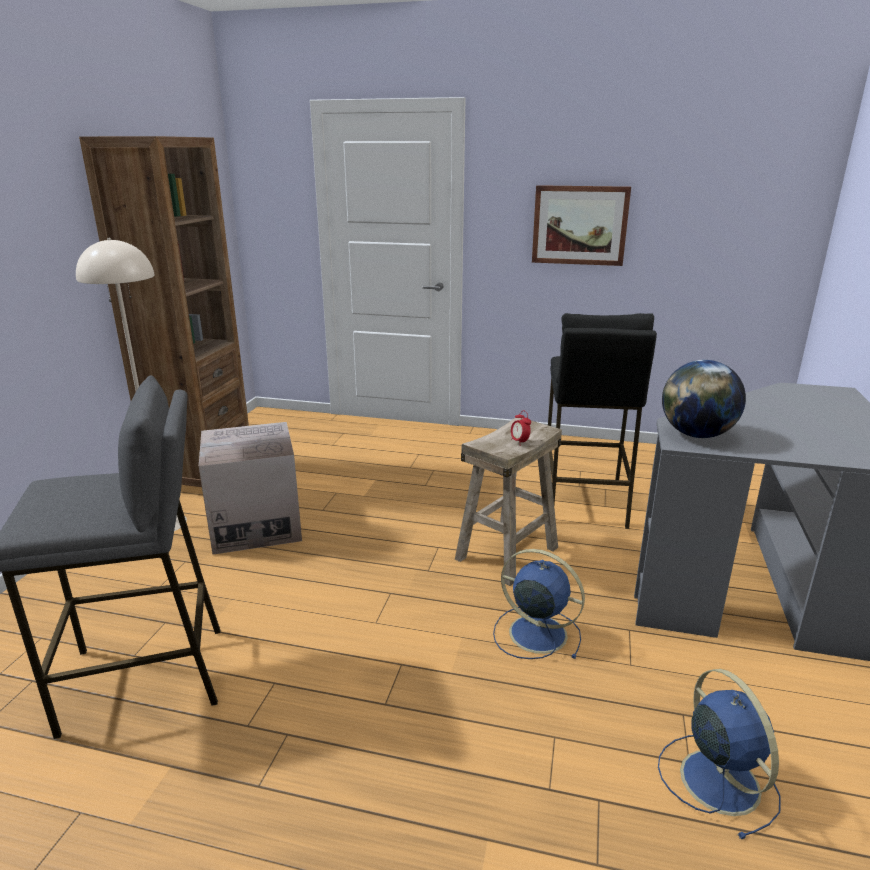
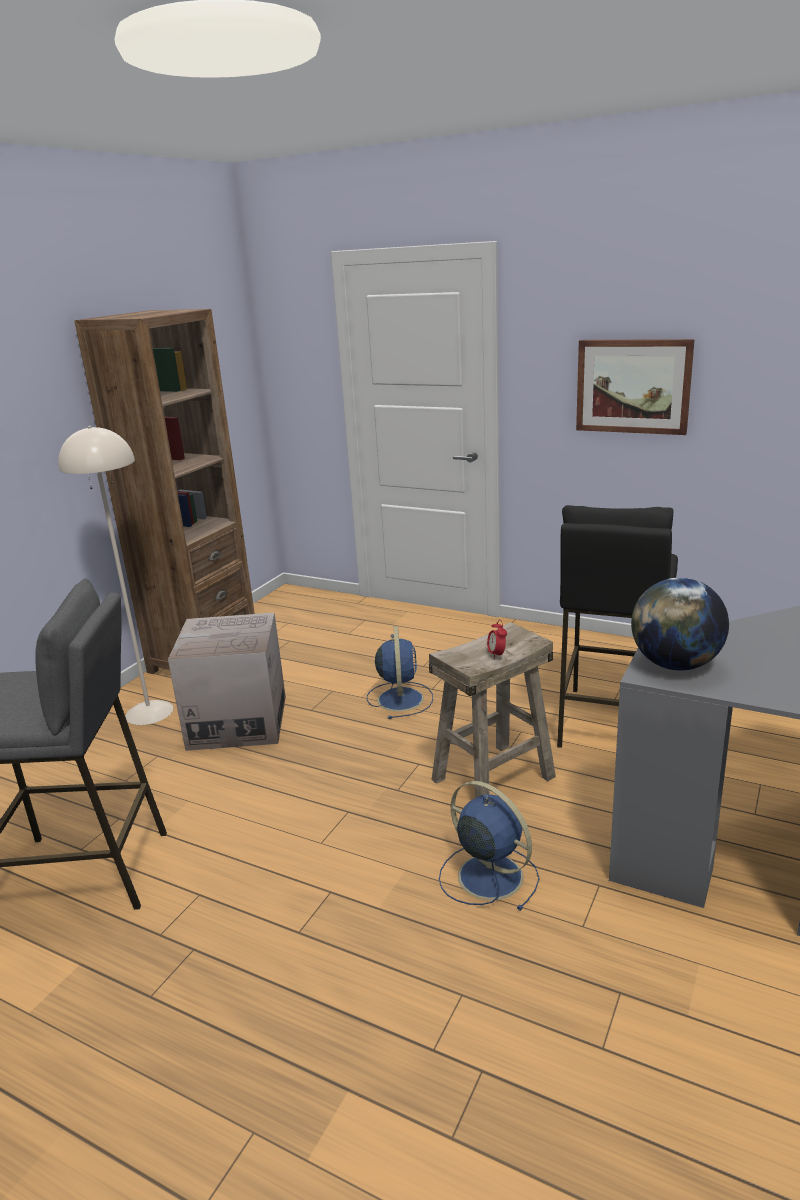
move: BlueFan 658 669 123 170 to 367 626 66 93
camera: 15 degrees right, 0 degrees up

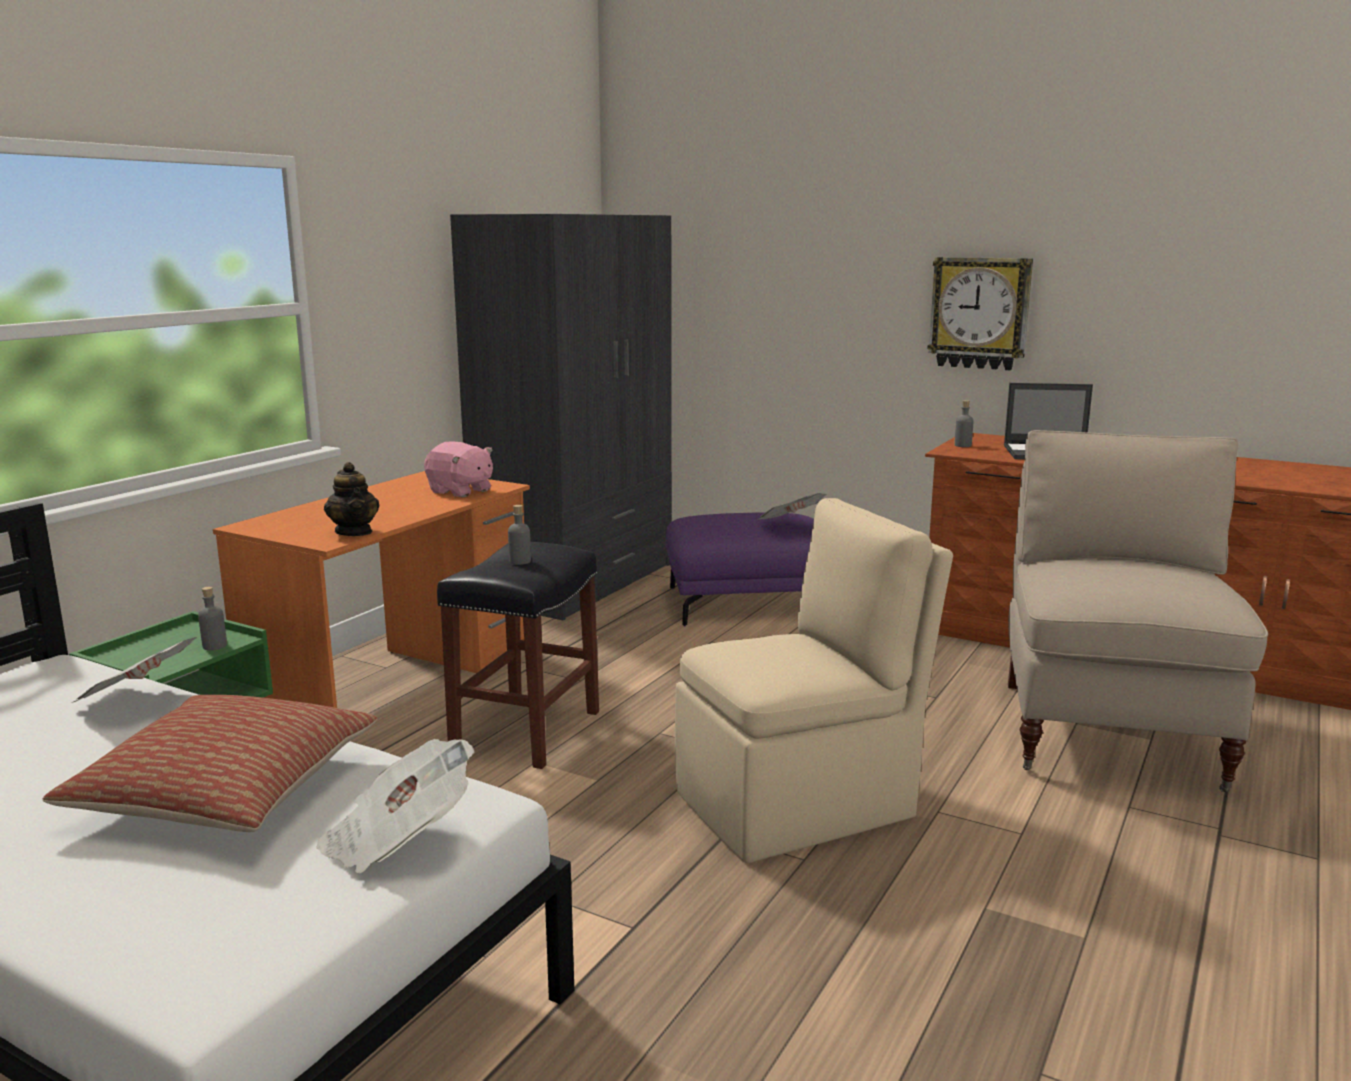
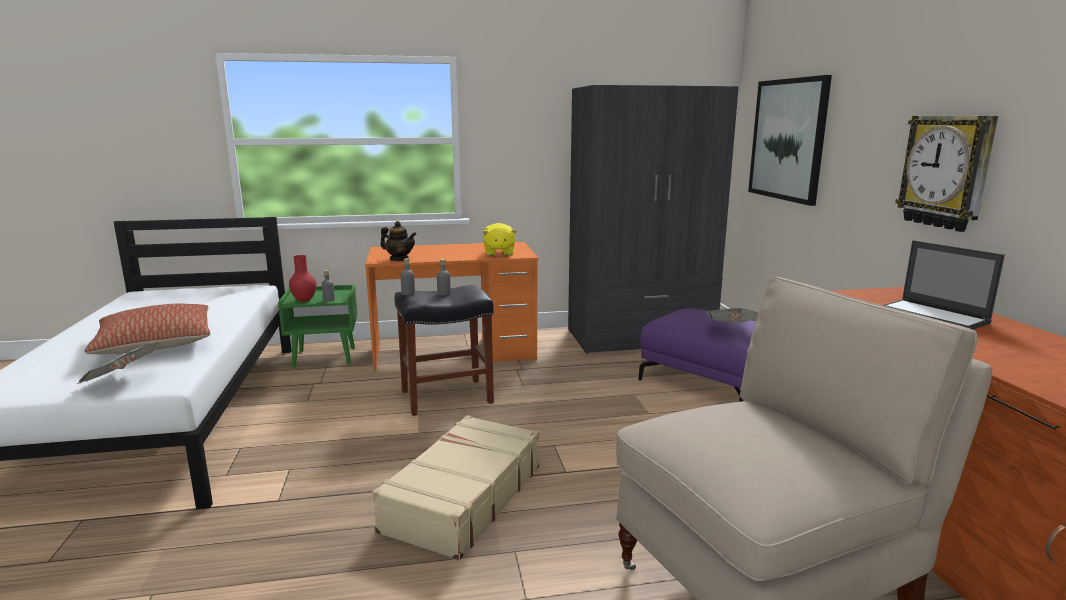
delete: Newspaper 73 637 124 65
insert: RedVase 289 255 27 47; Picture 748 75 84 131
move: GreyBottle 954 400 20 47 to 401 258 14 37
replace: BeigeChair 675 498 278 365 to BeigeSuitcase 372 415 167 145
recolor: PinkPlushToy 424 442 69 55 to YellowPlushToy 482 223 35 33
rotate: Teapot 324 462 56 74 = 380 221 36 40 90 degrees counterclockwise
camera: 50 degrees right, 0 degrees up

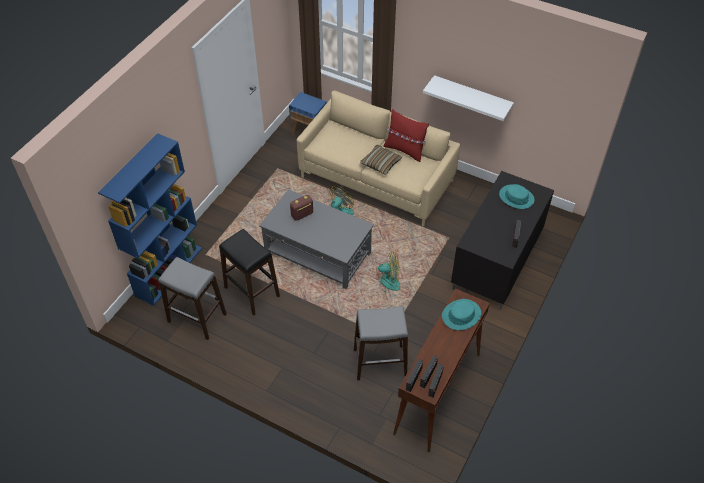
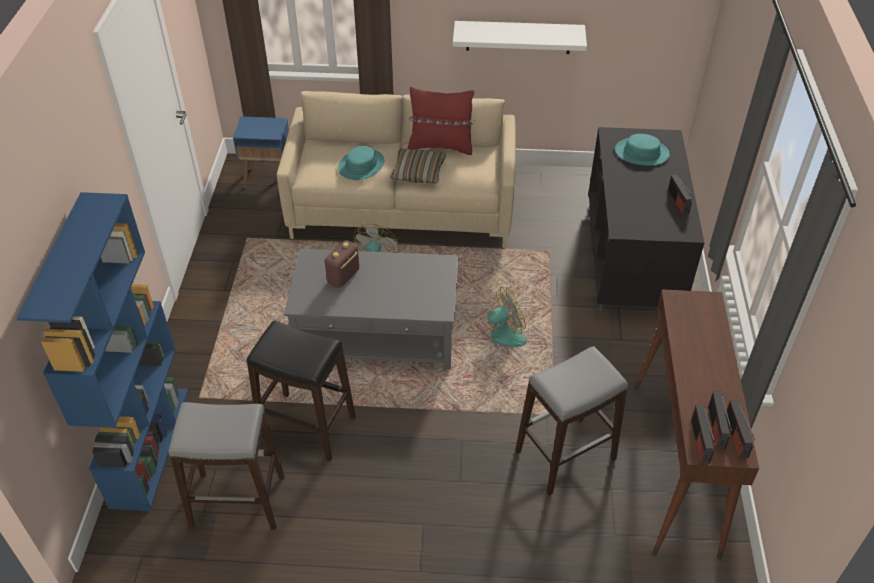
move: TurquoiseHat 442 299 39 31 to 338 146 47 34
camera: 25 degrees left, 5 degrees down

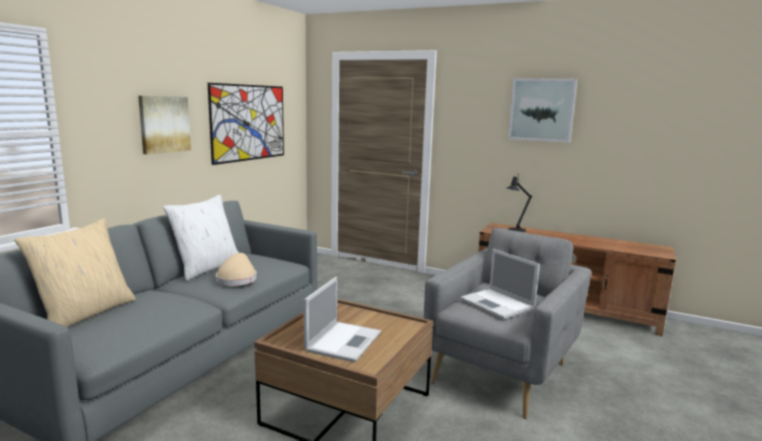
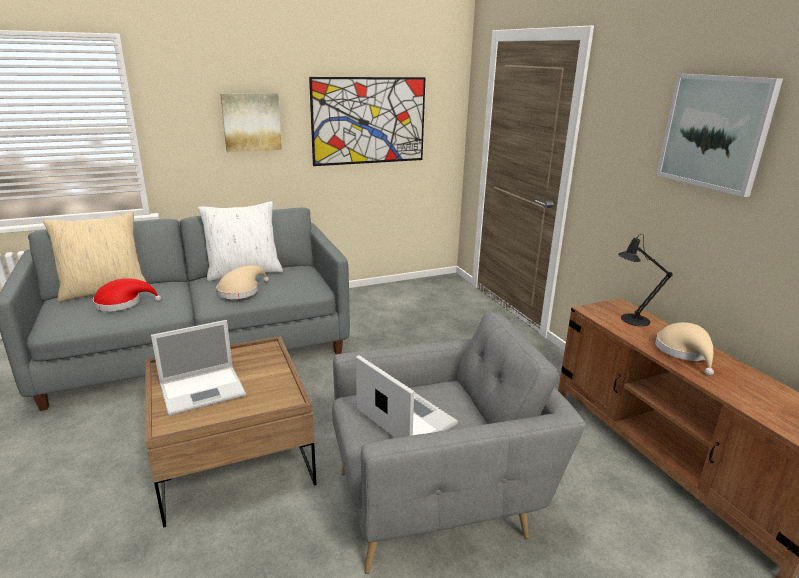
insert: RedHat 93 278 68 33; BeigeHat 655 322 59 54
rotate: Laptop 460 249 80 70 = 356 355 102 83 135 degrees clockwise
camera: 40 degrees right, 10 degrees up

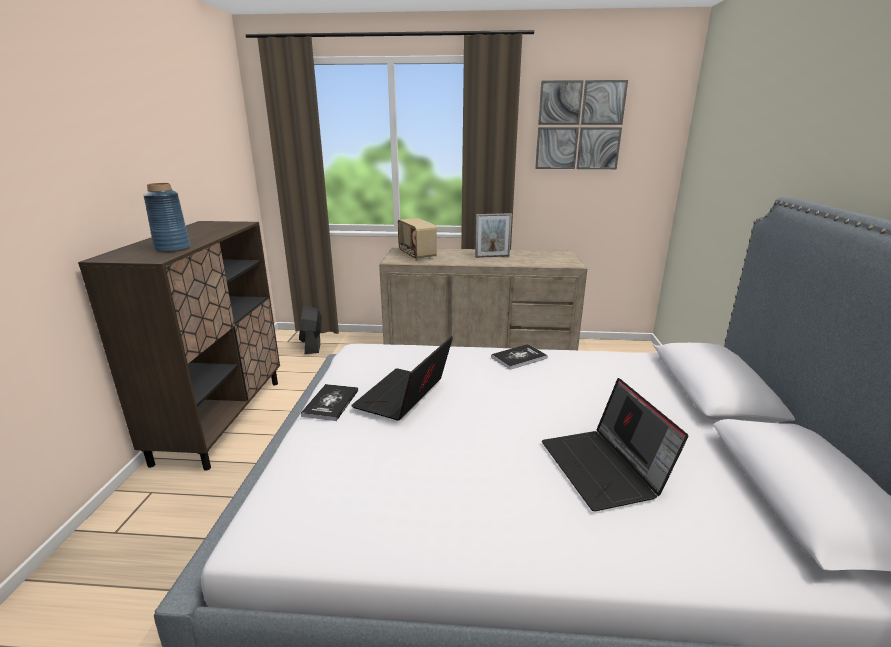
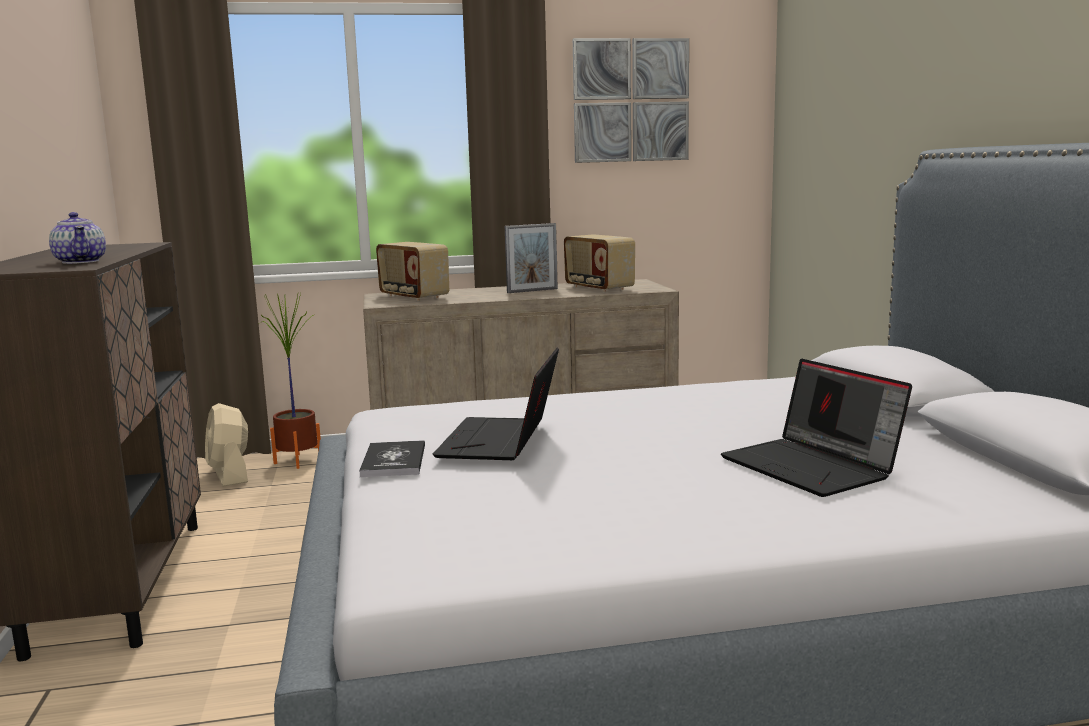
delete: Book 491 344 57 26
insert: PottedPlant 260 293 61 176; Radio 564 234 71 58
replace: BlueVase 143 183 48 70 to Teapot 49 212 57 52
recolor: BlackFan 299 305 23 49 to BeigeFan 205 403 43 84
camera: 15 degrees left, 10 degrees down

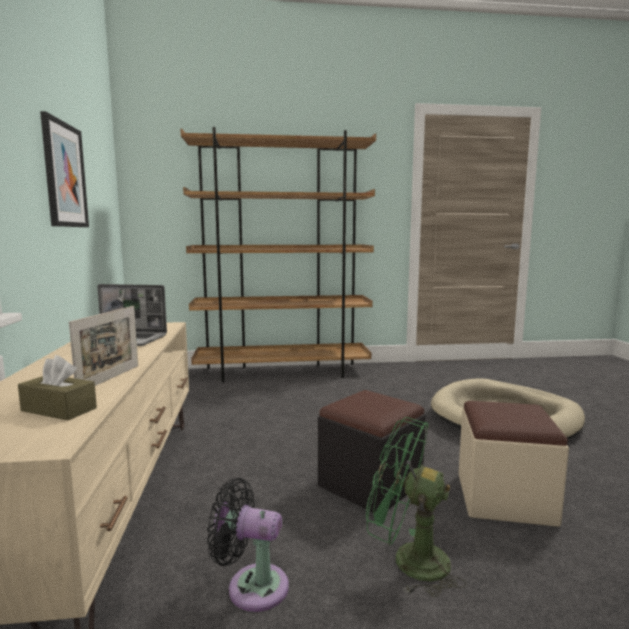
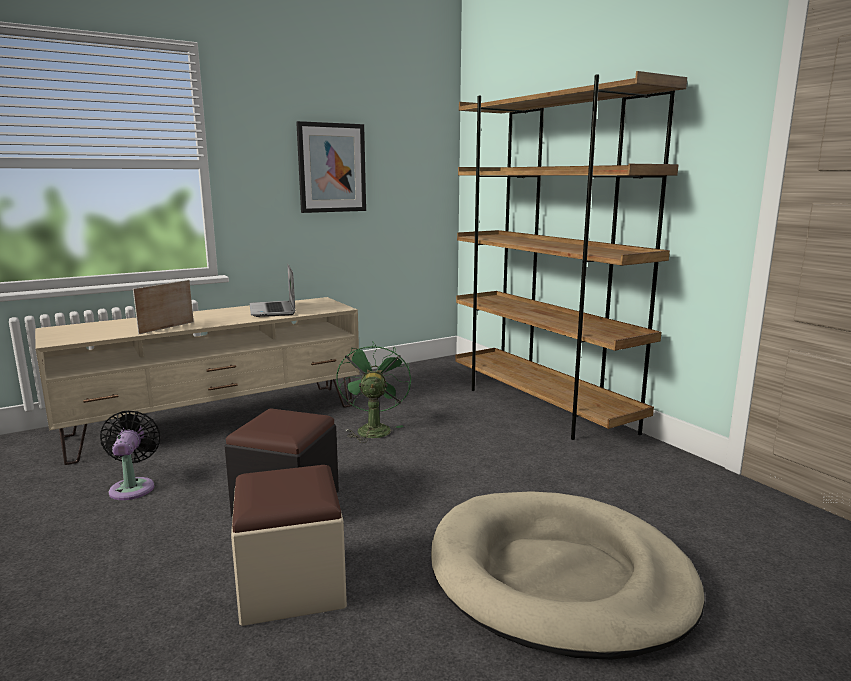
delete: BrownTissueBox 18 355 79 65
move: GreenFan 366 417 100 181 to 336 341 75 102
rotate: PictureFrame 69 306 69 80 = 133 280 61 54 135 degrees clockwise
camera: 65 degrees right, 5 degrees up

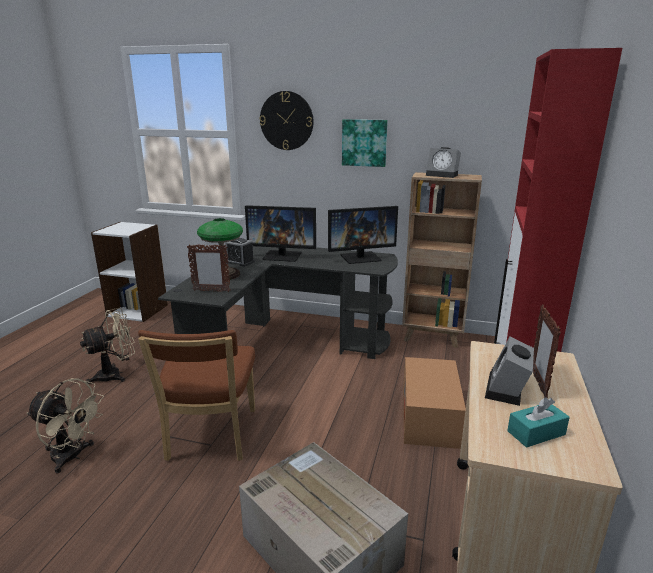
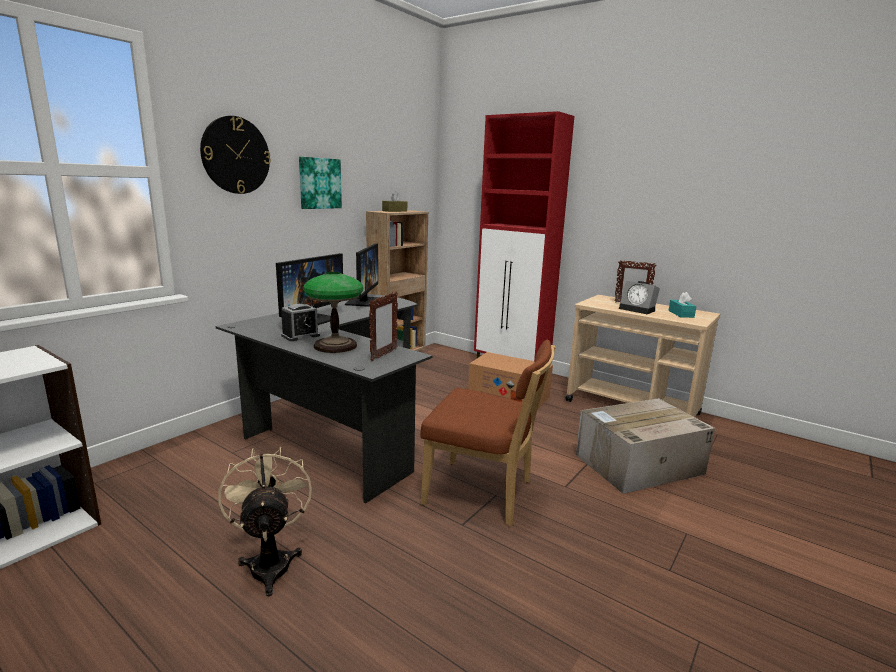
delete: BeigeFan 27 378 77 96
replace: AlarmClock 426 147 35 31 to BrownTissueBox 382 191 25 21
camera: 70 degrees left, 5 degrees down

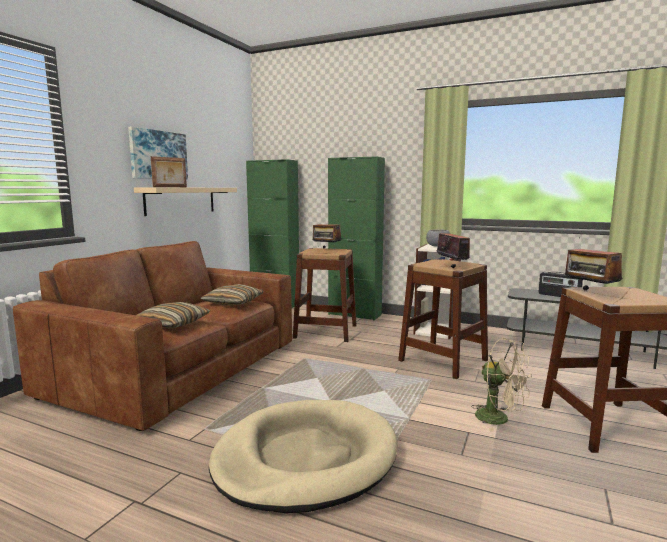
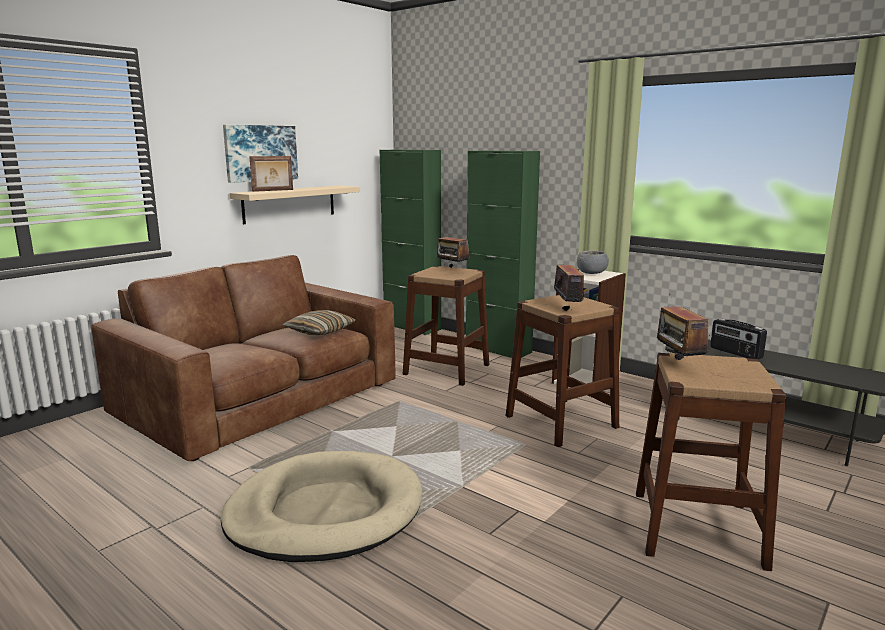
delete: Pillow 136 302 74 26; BeigeFan 471 338 61 94
camera: 15 degrees right, 5 degrees up

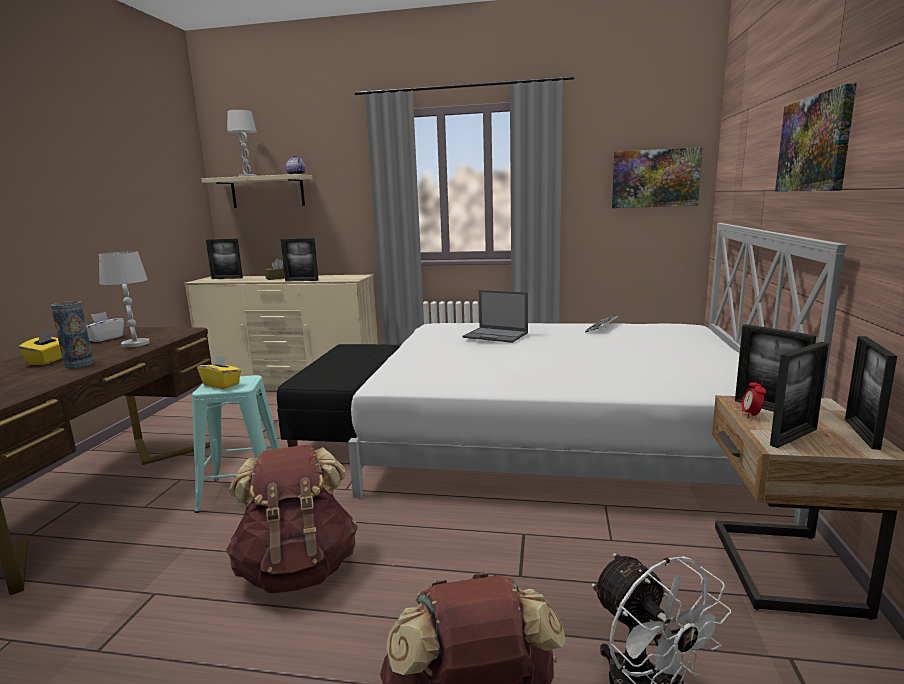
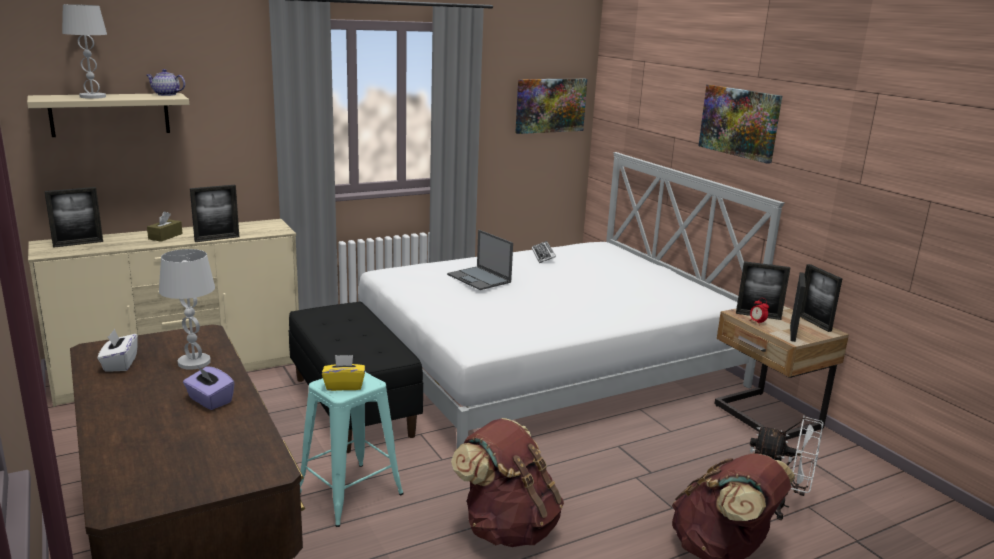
delete: YellowTissueBox 19 330 43 35
replace: Vase 51 301 43 67 to PurpleTissueBox 183 365 52 45
rotate: Laptop 463 290 65 53 = 447 230 66 60 60 degrees clockwise
camera: 40 degrees left, 5 degrees up

